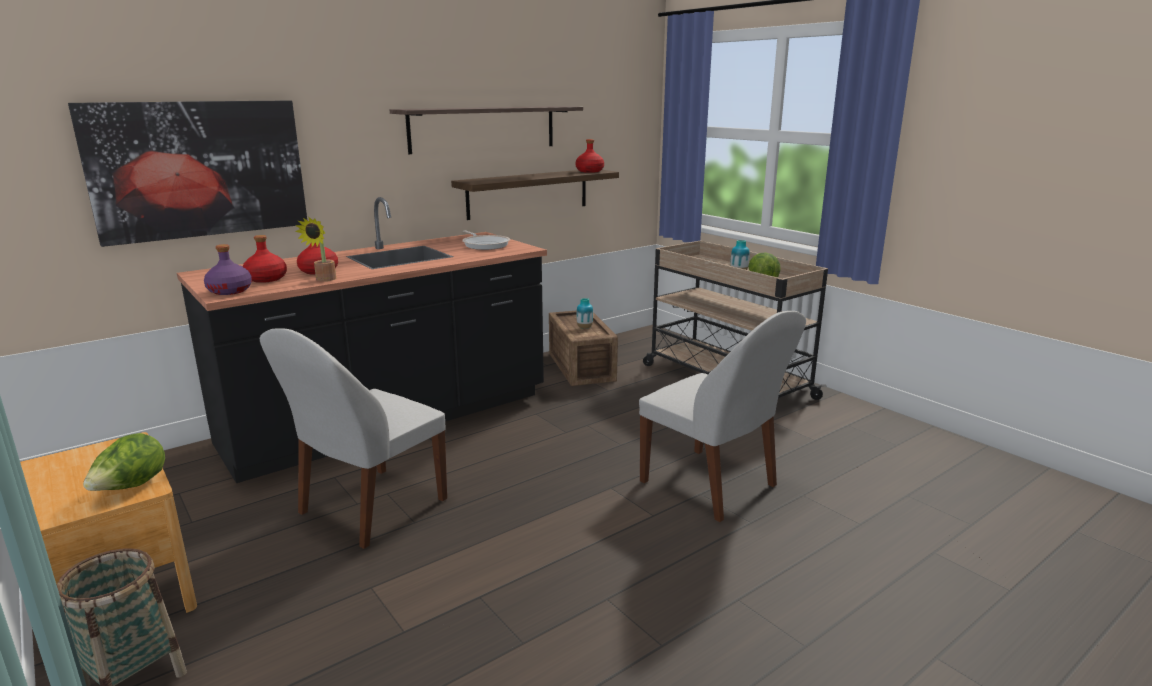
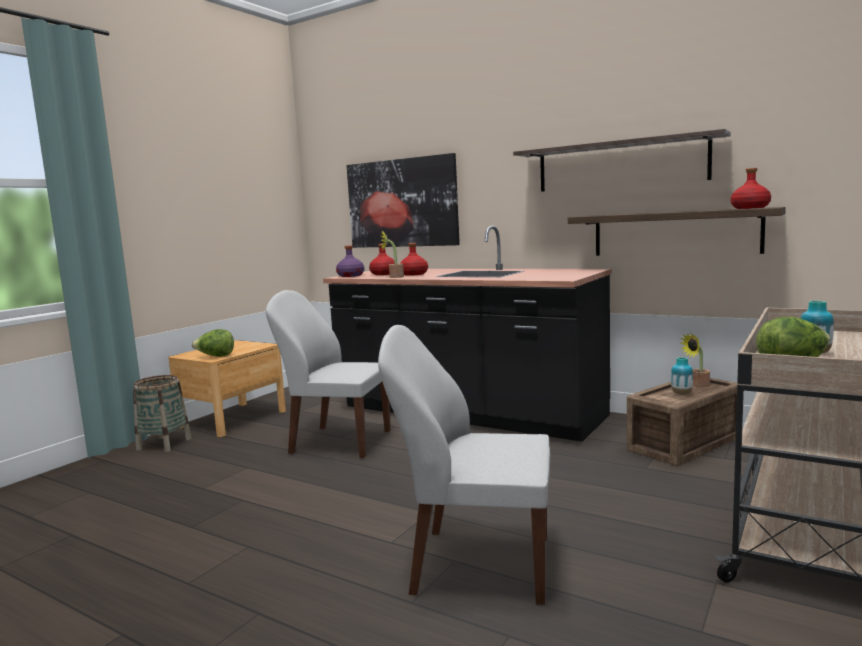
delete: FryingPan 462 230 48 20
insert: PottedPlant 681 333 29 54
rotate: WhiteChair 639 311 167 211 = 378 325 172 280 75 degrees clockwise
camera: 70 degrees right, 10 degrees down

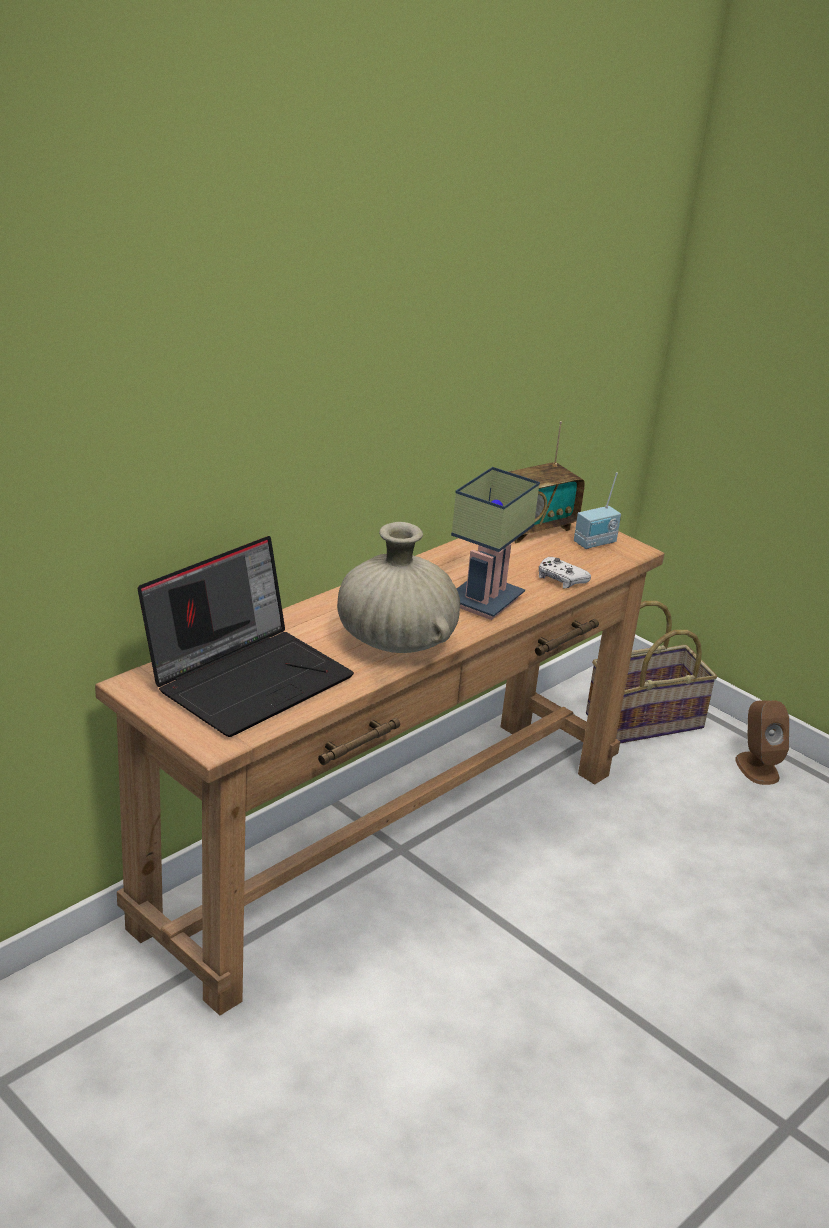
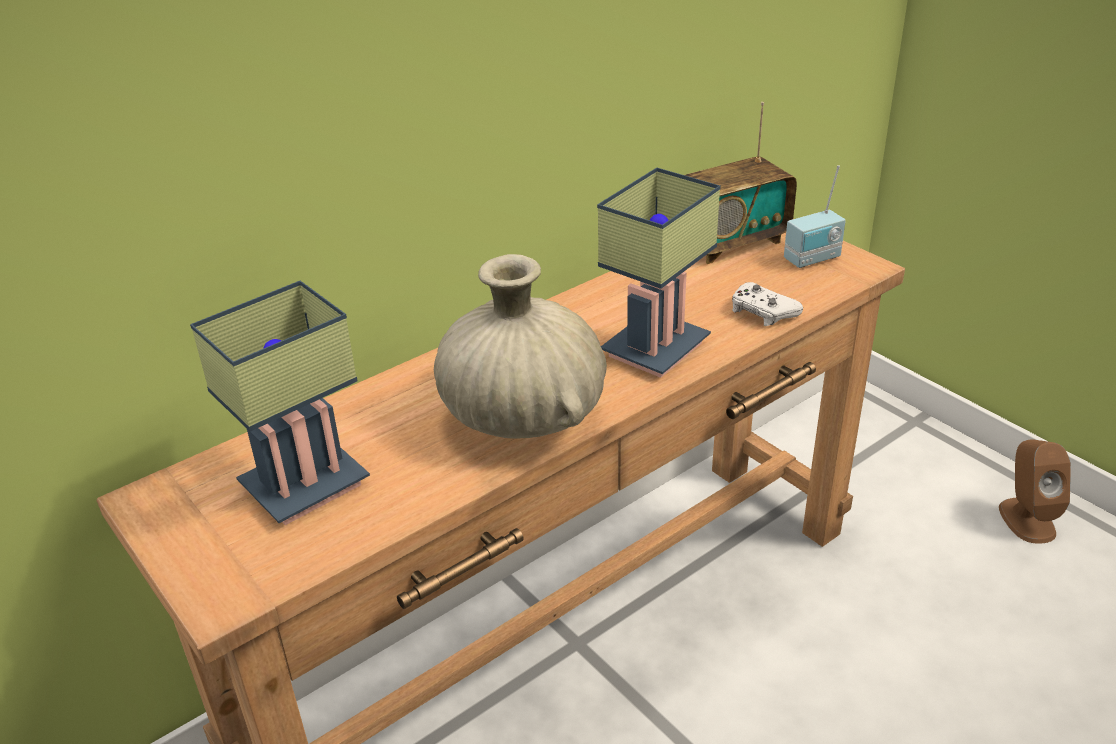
delete: Basket 586 601 131 143
replace: Laptop 138 536 216 201 to TableLamp 190 281 180 244
camera: 10 degrees right, 5 degrees up

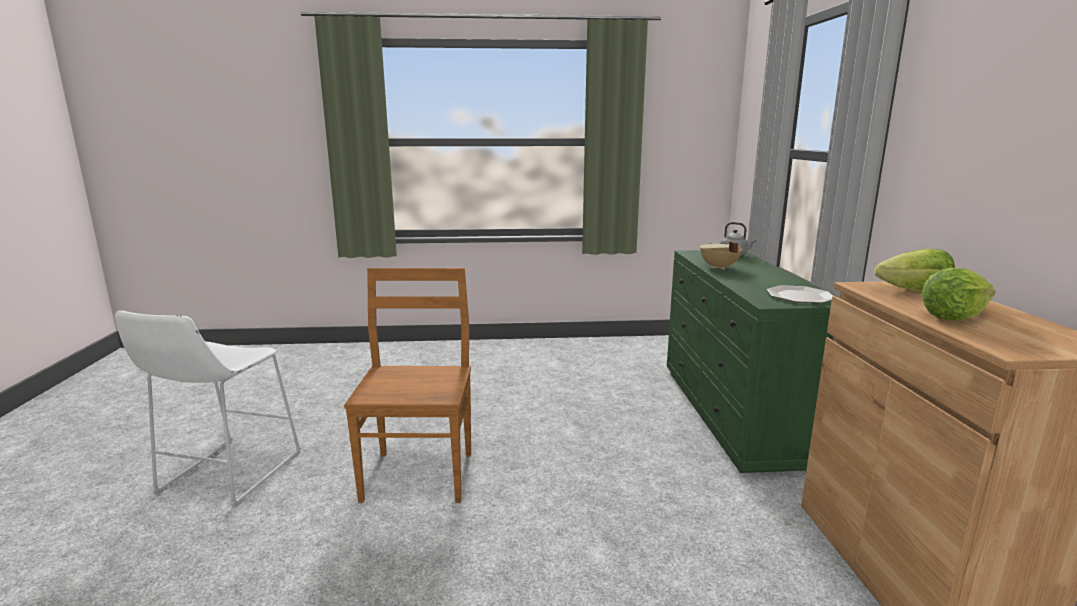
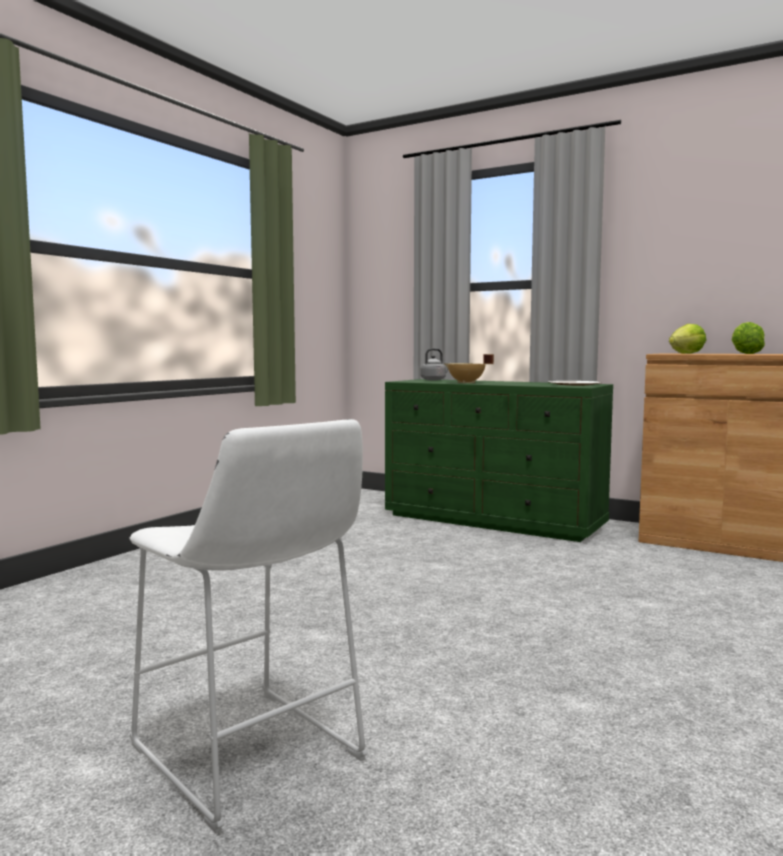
delete: BrownChair 344 268 127 235
camera: 55 degrees left, 10 degrees down

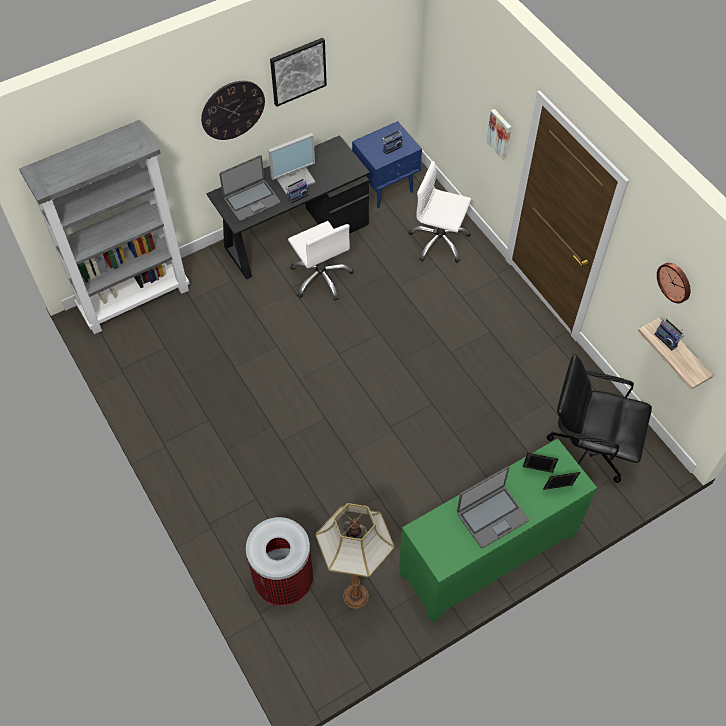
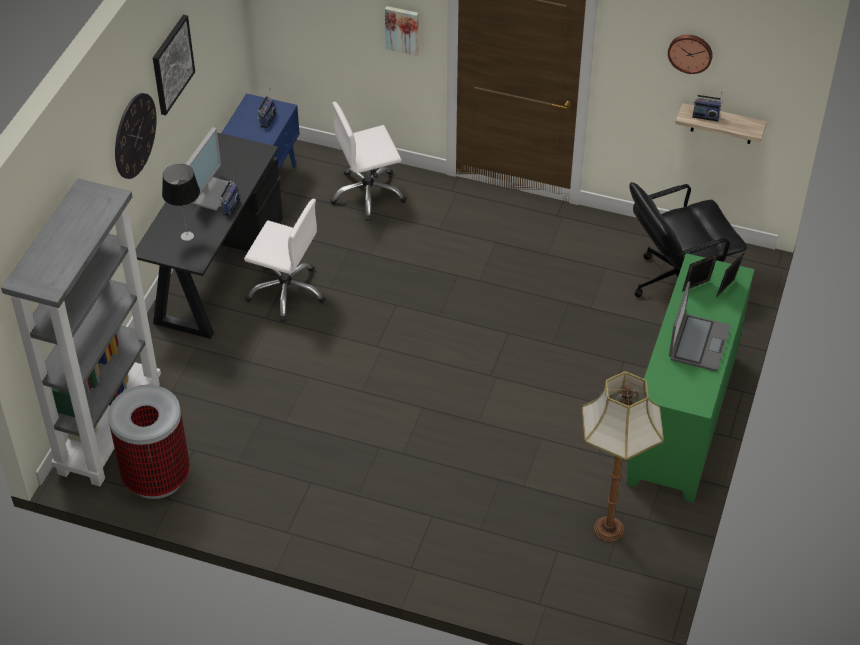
move: TrashCan 246 517 67 88 to 108 385 82 114
replace: Laptop 219 155 62 67 to TableLamp 162 164 38 77
camera: 40 degrees left, 10 degrees down

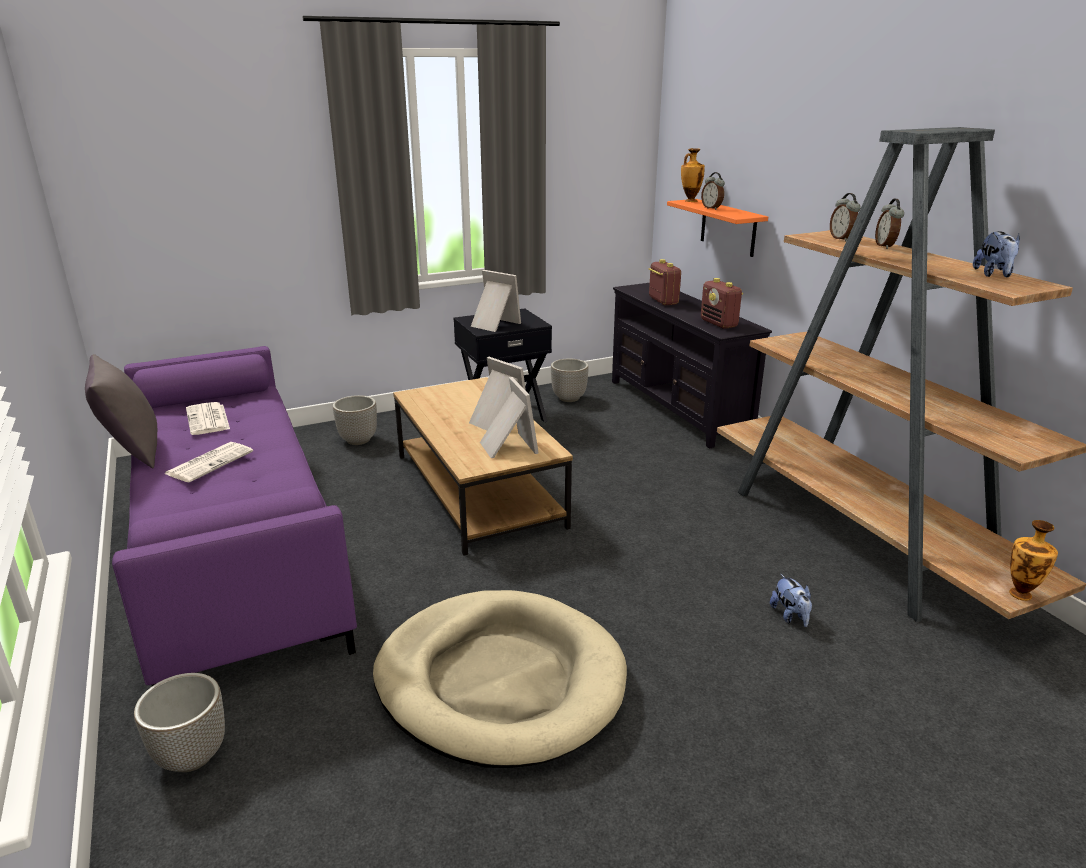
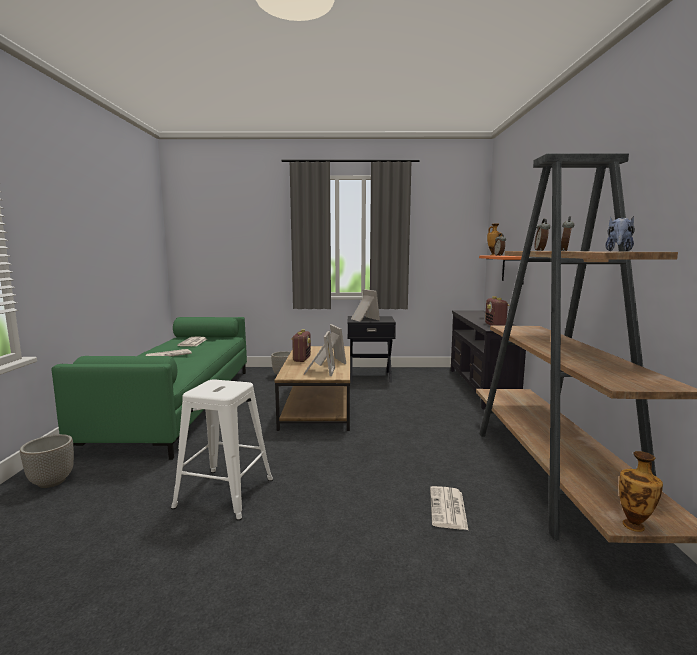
delete: GreyPillow 85 354 72 115; Planter 551 358 38 44
move: Radio 648 259 33 46 to 291 329 20 33
replace: BeigeDogBed 373 590 254 178 to WhiteStool 171 380 102 141; PlushToy 770 574 42 53 to Newspaper 430 486 38 44
recolor: PurpleSofa 112 346 245 340 to GreenSofa 51 317 196 143
camera: 25 degrees right, 15 degrees down

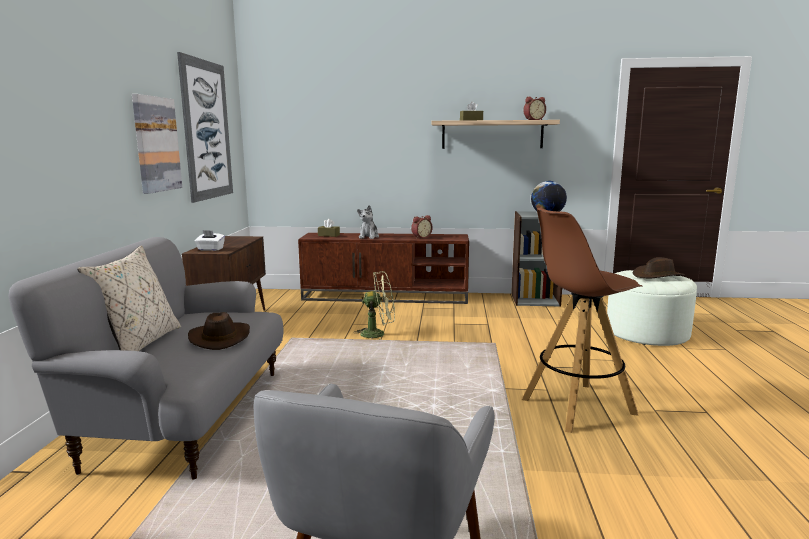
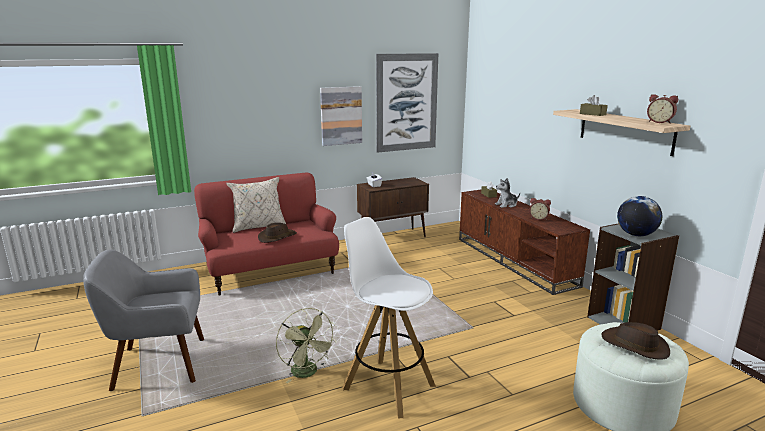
move: GreenFan 353 271 42 69 to 276 308 60 75
recolor: GreySofa 8 237 276 242 to RedSofa 194 173 145 123; BrownStool 522 208 121 225 to WhiteStool 342 217 94 201
camera: 60 degrees right, 5 degrees up

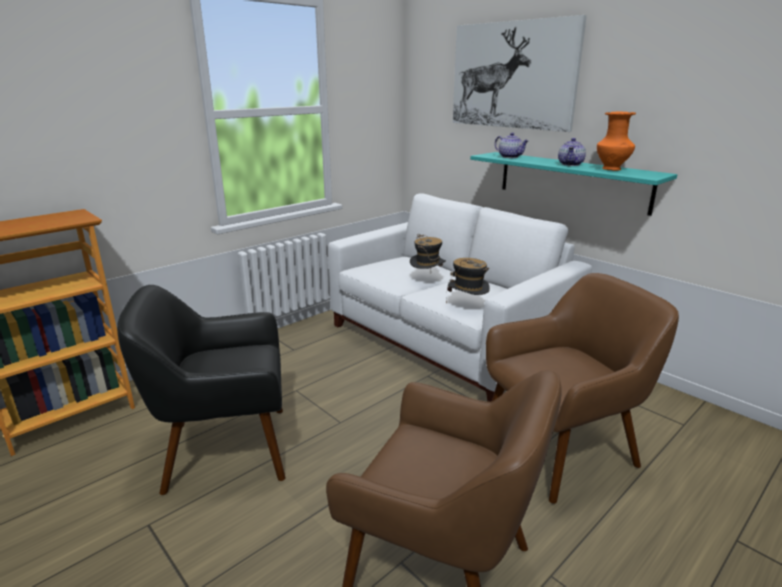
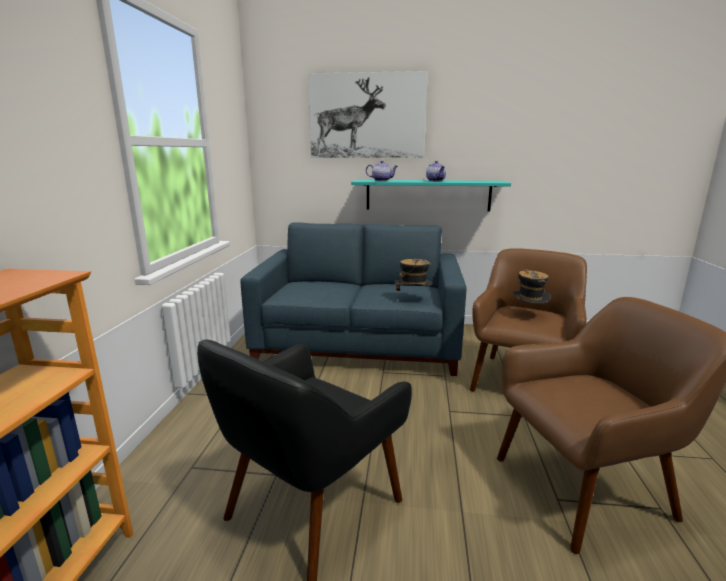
delete: OrangeVase 597 112 39 59
move: Hat 410 234 36 35 to 512 269 39 40
recolor: WhiteSofa 328 193 264 209 to BlueSofa 240 222 227 154
camera: 40 degrees left, 5 degrees down

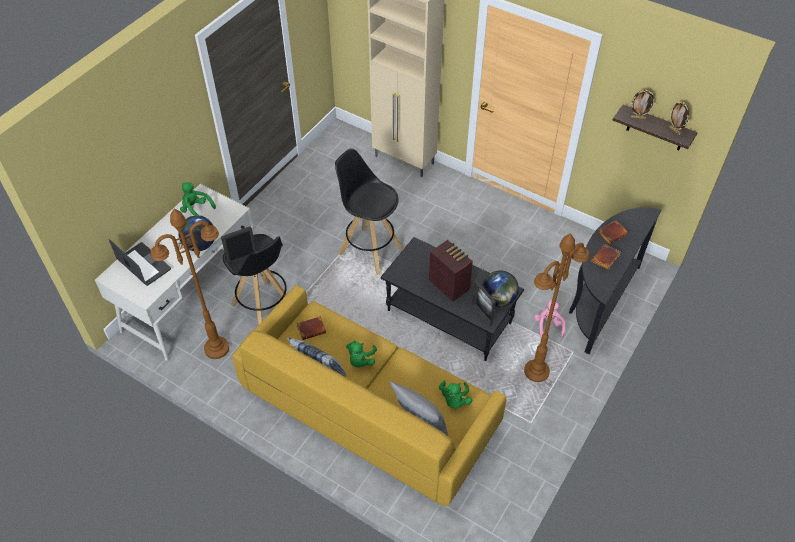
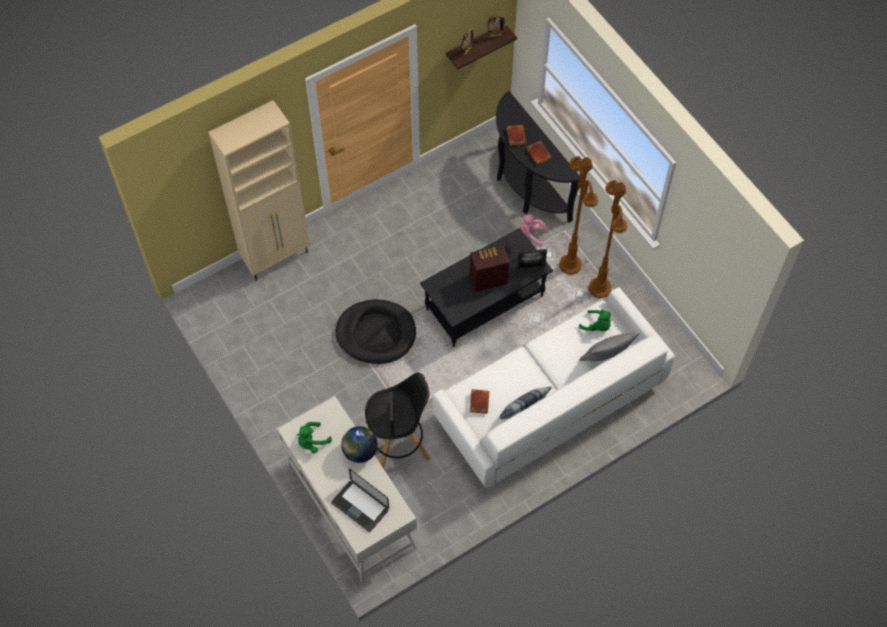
delete: GreenPlushToy 346 341 31 26; Globe 482 271 37 36
move: BrownFloorLamp 151 209 78 150 to 589 180 38 118
replace: BlackStool 335 148 68 127 to BlackDogBed 335 299 81 65
recolor: YellowSofa 232 285 275 221 to WhiteSofa 432 287 243 201
rotate: Laptop 109 239 62 47 = 332 469 57 63 120 degrees counterclockwise
camera: 65 degrees left, 10 degrees up

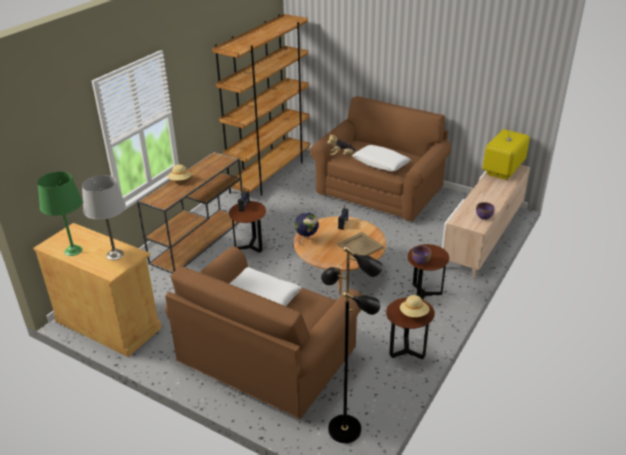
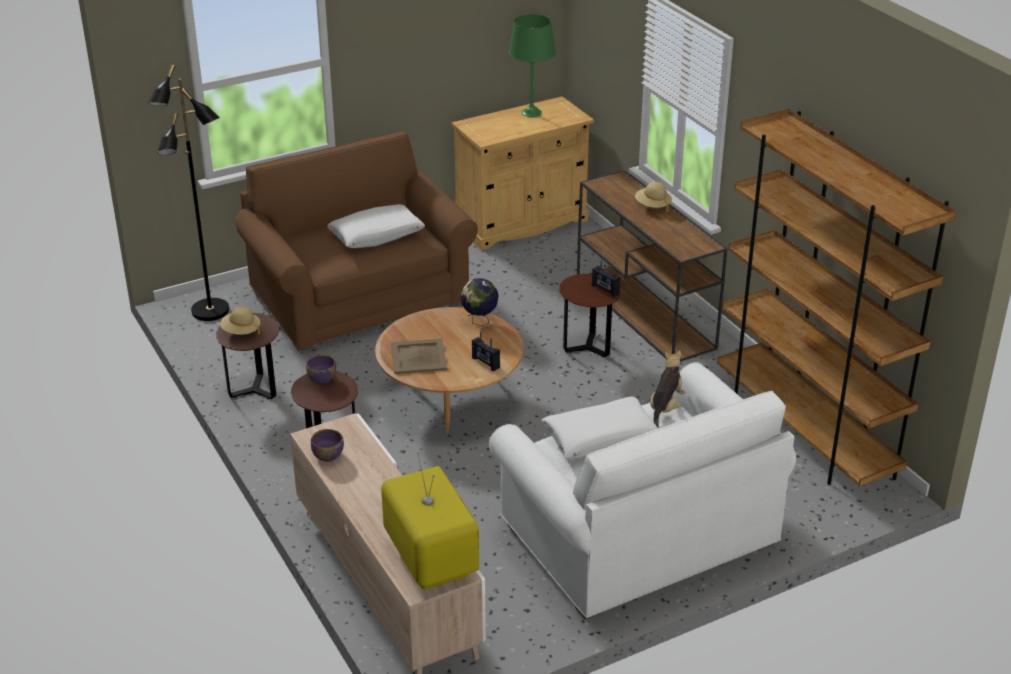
delete: GreyTableLamp 82 175 44 85
recolor: BrownSofa 310 96 141 126 to WhiteSofa 489 362 307 258
camera: 120 degrees right, 0 degrees up

